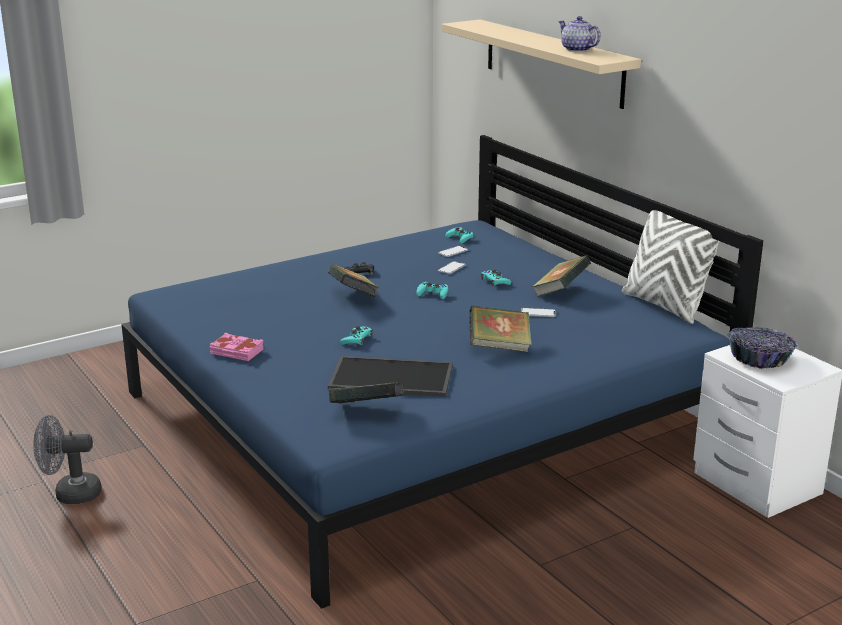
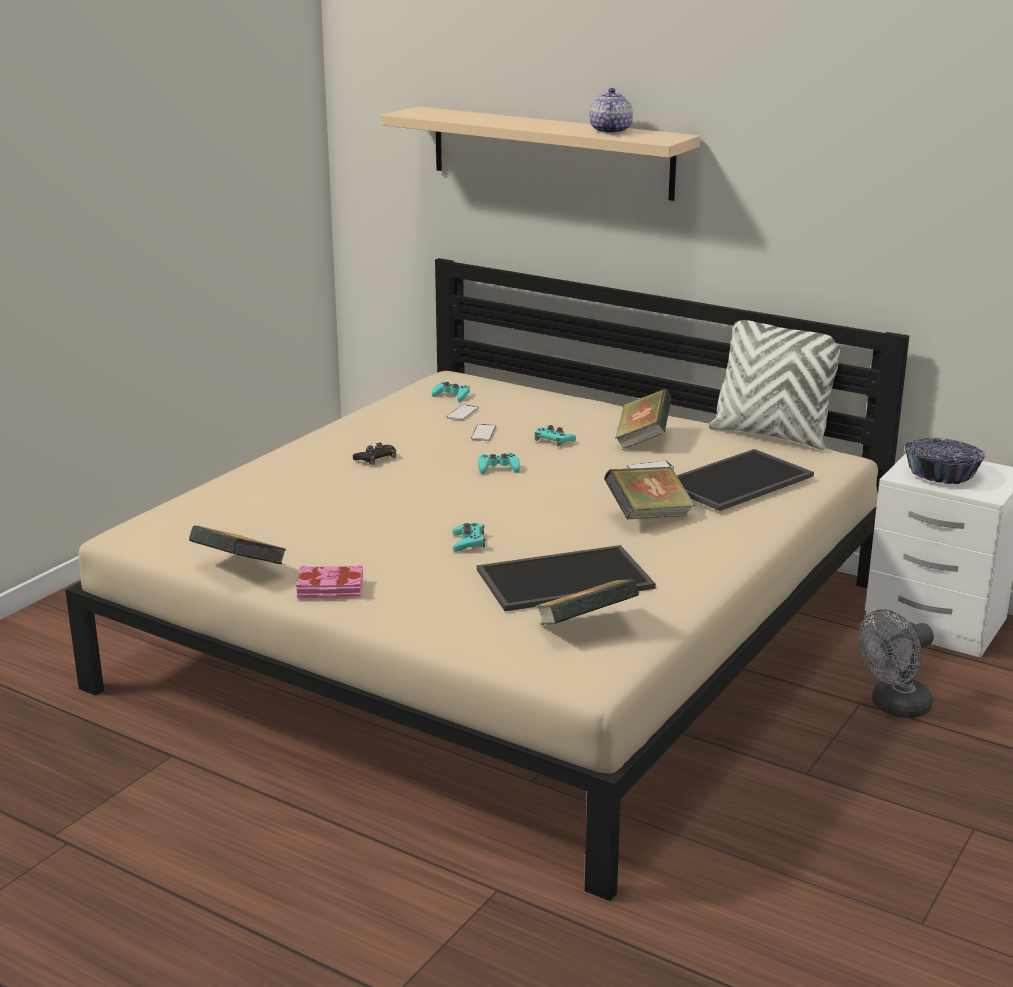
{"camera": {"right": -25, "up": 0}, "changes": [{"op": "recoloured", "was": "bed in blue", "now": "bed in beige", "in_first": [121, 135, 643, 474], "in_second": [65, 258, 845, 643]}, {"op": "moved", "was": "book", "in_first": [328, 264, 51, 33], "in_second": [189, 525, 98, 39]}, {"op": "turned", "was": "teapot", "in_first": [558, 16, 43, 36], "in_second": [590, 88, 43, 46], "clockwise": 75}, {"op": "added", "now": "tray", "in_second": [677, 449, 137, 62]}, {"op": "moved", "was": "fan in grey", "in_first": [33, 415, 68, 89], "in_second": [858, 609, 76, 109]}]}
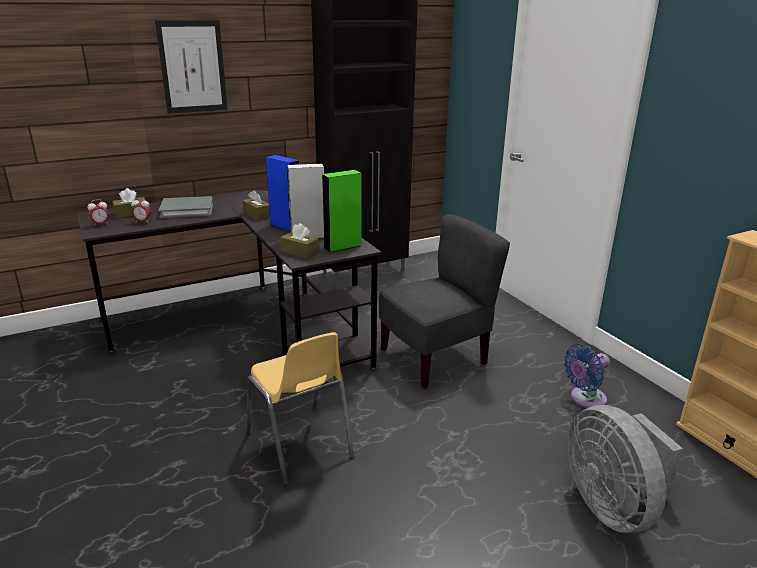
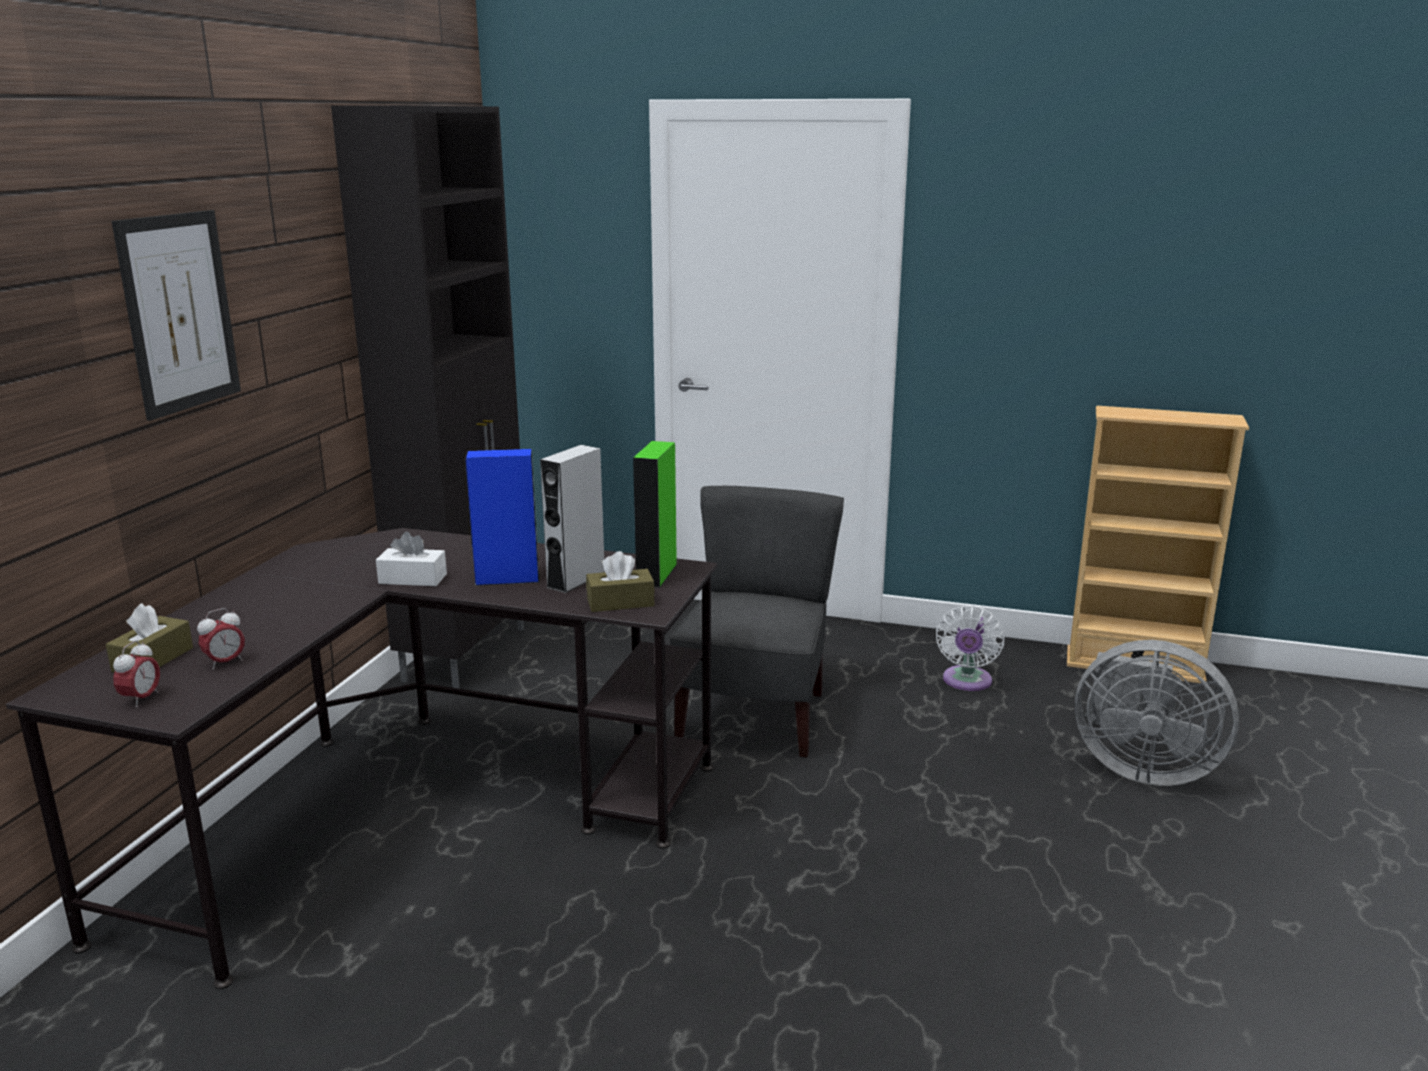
{"camera": {"right": -45, "up": -5}, "changes": [{"op": "recoloured", "was": "tissue box in brown", "now": "tissue box in white", "in_first": [243, 190, 27, 30], "in_second": [376, 532, 71, 54]}, {"op": "recoloured", "was": "fan in blue", "now": "fan in white", "in_first": [564, 344, 46, 64], "in_second": [936, 605, 68, 86]}, {"op": "removed", "was": "book in grey", "in_first": [158, 196, 55, 22]}, {"op": "removed", "was": "chair in yellow", "in_first": [247, 332, 107, 154]}]}
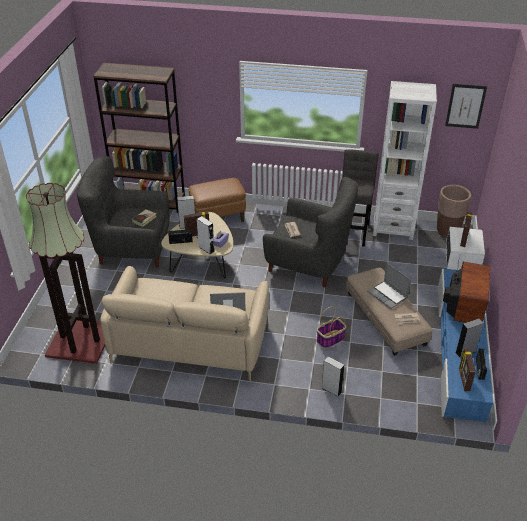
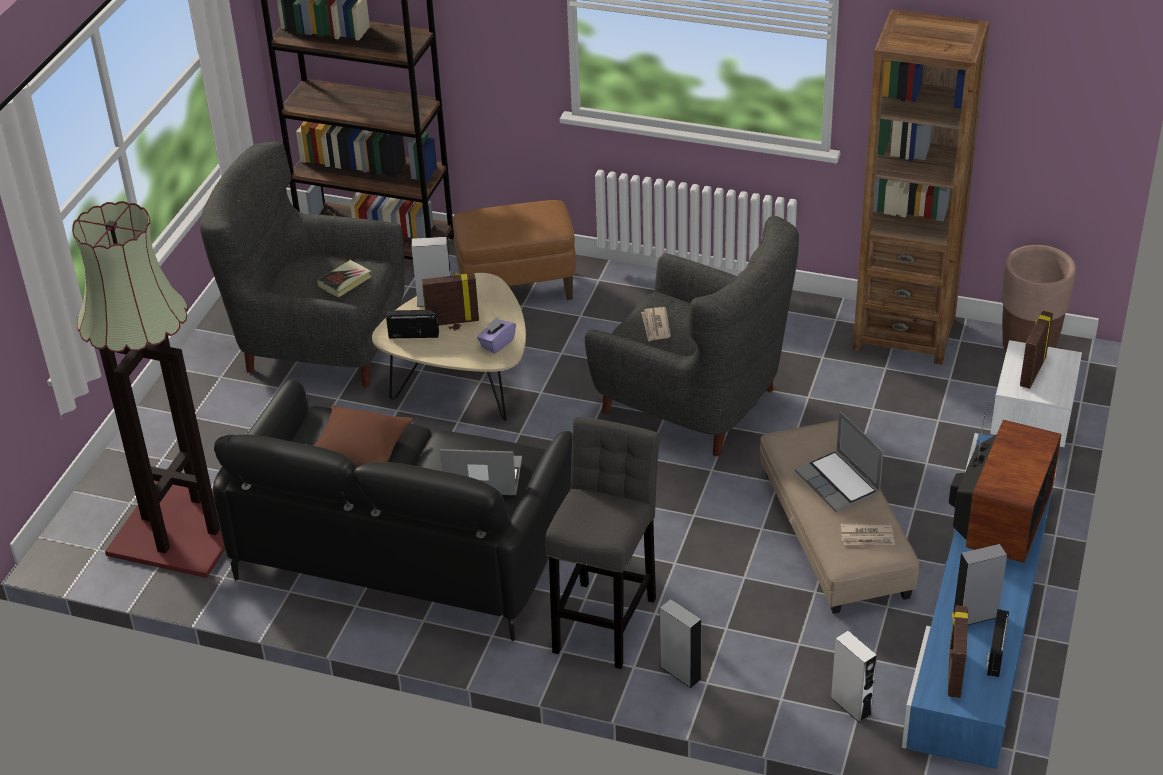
{"camera": {"right": 10, "up": 0}, "changes": [{"op": "recoloured", "was": "sofa in beige", "now": "sofa in black", "in_first": [100, 266, 169, 116], "in_second": [213, 379, 359, 262]}, {"op": "added", "now": "pillow in brown", "in_second": [314, 405, 100, 62]}, {"op": "moved", "was": "stool in grey", "in_first": [342, 149, 37, 98], "in_second": [546, 417, 114, 252]}, {"op": "moved", "was": "speaker in white", "in_first": [197, 216, 18, 38], "in_second": [830, 631, 47, 92]}, {"op": "recoloured", "was": "bookcase in white", "now": "bookcase in brown", "in_first": [373, 81, 64, 159], "in_second": [853, 9, 136, 356]}, {"op": "removed", "was": "basket", "in_first": [317, 307, 29, 41]}, {"op": "removed", "was": "picture", "in_first": [445, 84, 42, 45]}]}
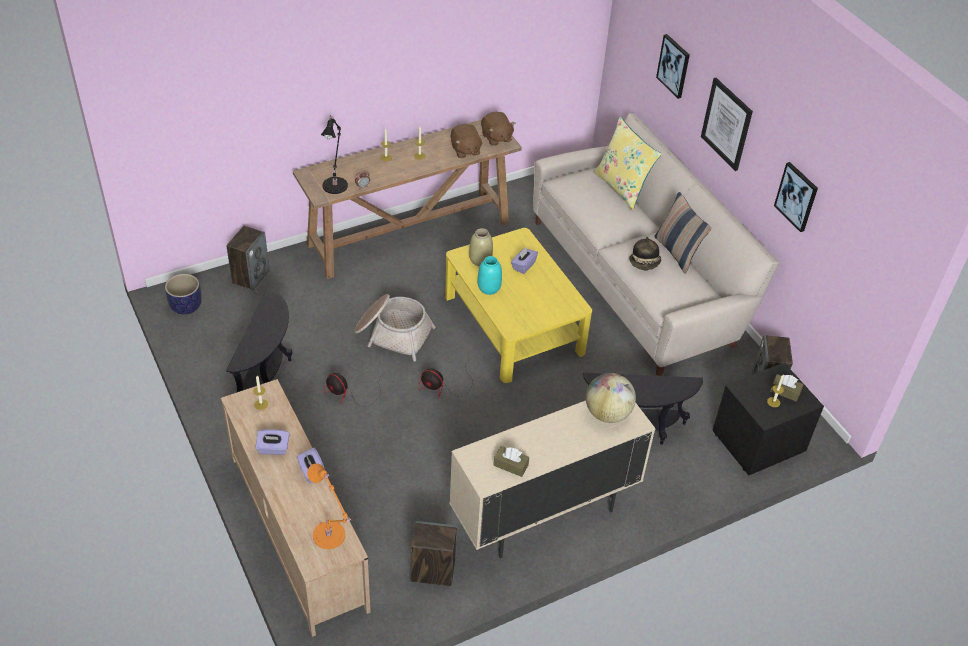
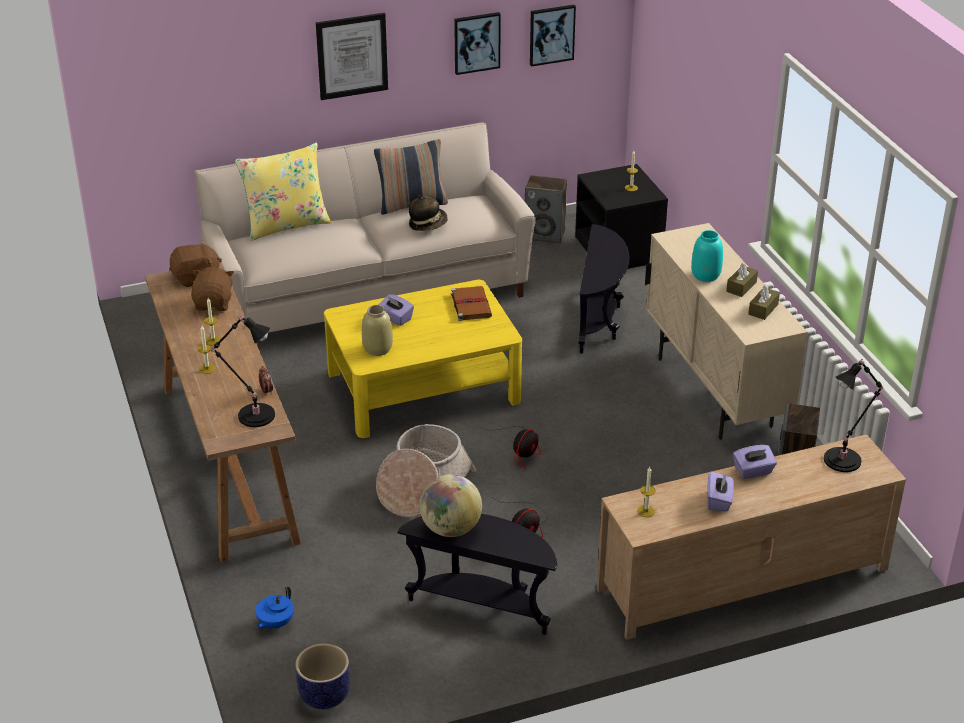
{"camera": {"right": -80, "up": -10}, "changes": [{"op": "turned", "was": "plush toy in brown", "in_first": [451, 124, 33, 34], "in_second": [191, 267, 43, 44], "clockwise": -75}, {"op": "replaced", "was": "speaker", "now": "teapot in blue", "in_first": [226, 226, 44, 65], "in_second": [255, 586, 39, 44]}, {"op": "moved", "was": "globe", "in_first": [586, 373, 50, 50], "in_second": [420, 474, 62, 63]}, {"op": "added", "now": "book in brown", "in_second": [451, 286, 41, 35]}, {"op": "moved", "was": "picture", "in_first": [656, 34, 34, 65], "in_second": [530, 5, 46, 62]}, {"op": "moved", "was": "vase in turquoise", "in_first": [478, 256, 24, 39], "in_second": [691, 230, 32, 52]}, {"op": "moved", "was": "tissue box in brown", "in_first": [770, 374, 33, 28], "in_second": [726, 263, 32, 34]}, {"op": "recoloured", "was": "table lamp in orange", "now": "table lamp in black", "in_first": [307, 463, 45, 86], "in_second": [824, 359, 59, 113]}]}
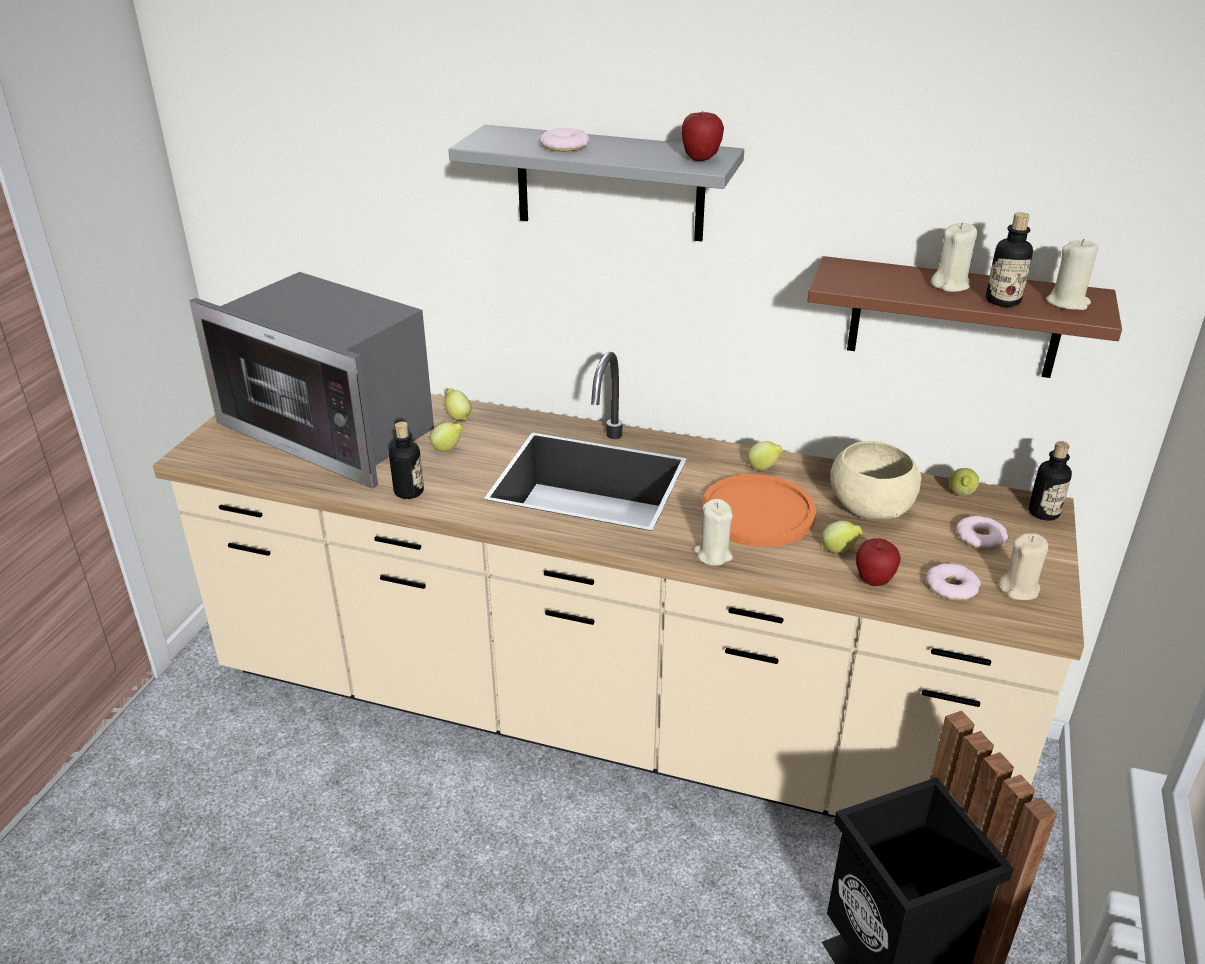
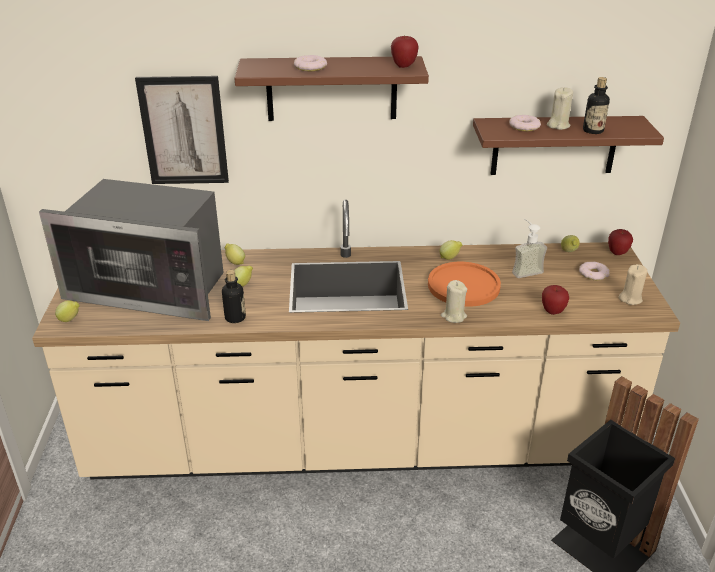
{"camera": {"right": -20, "up": 0}, "changes": [{"op": "moved", "was": "lemon", "in_first": [822, 521, 41, 32], "in_second": [55, 300, 25, 22]}, {"op": "added", "now": "picture", "in_second": [135, 76, 94, 108]}, {"op": "recoloured", "was": "shelf in grey", "now": "shelf in brown", "in_first": [448, 125, 296, 116], "in_second": [234, 56, 195, 65]}, {"op": "moved", "was": "donut", "in_first": [926, 563, 55, 37], "in_second": [509, 115, 32, 16]}, {"op": "replaced", "was": "bowl in beige", "now": "soap dispenser", "in_first": [830, 441, 91, 79], "in_second": [512, 219, 35, 59]}, {"op": "replaced", "was": "bottle", "now": "apple", "in_first": [1028, 441, 44, 80], "in_second": [608, 229, 25, 26]}, {"op": "removed", "was": "candle in beige", "in_first": [1046, 239, 52, 71]}]}
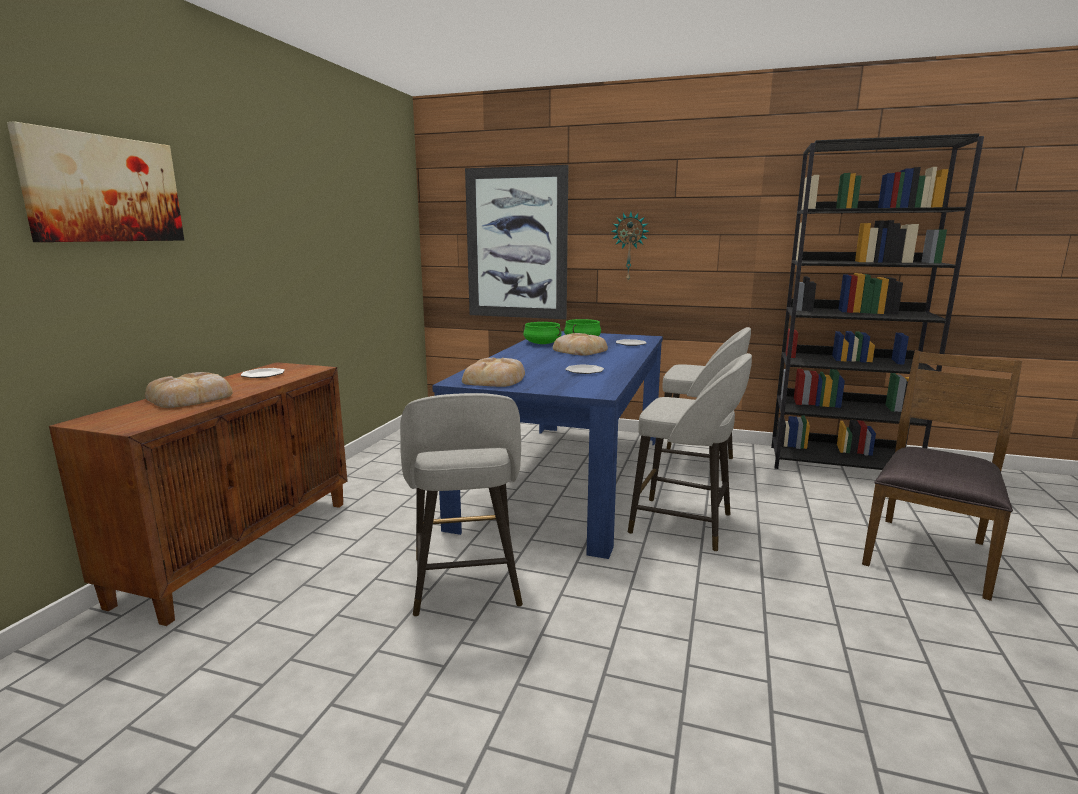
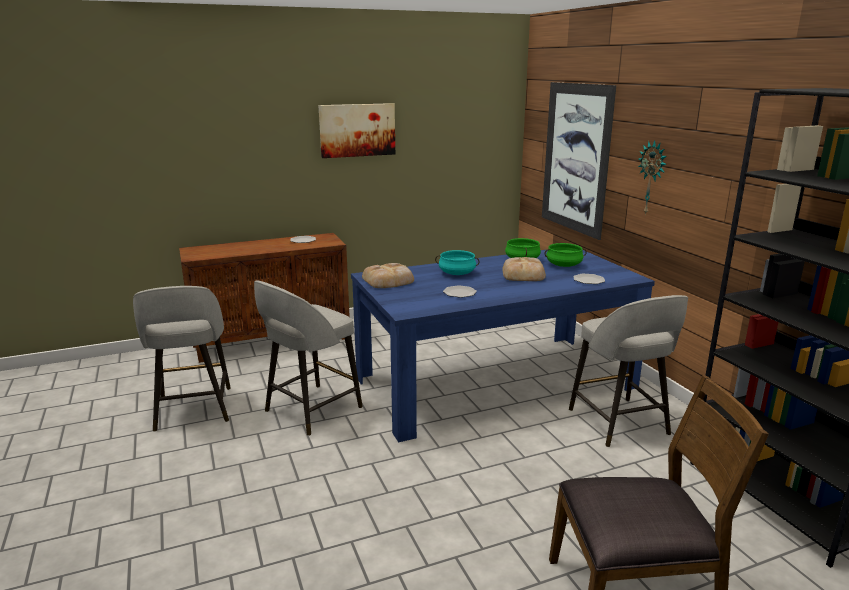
{"camera": {"right": 50, "up": 5}, "changes": [{"op": "moved", "was": "stool in grey", "in_first": [628, 353, 124, 199], "in_second": [133, 286, 98, 146]}, {"op": "moved", "was": "picture", "in_first": [7, 121, 177, 121], "in_second": [318, 103, 77, 55]}, {"op": "added", "now": "cooking pot in turquoise", "in_second": [435, 250, 45, 25]}, {"op": "removed", "was": "bread", "in_first": [145, 372, 88, 36]}]}
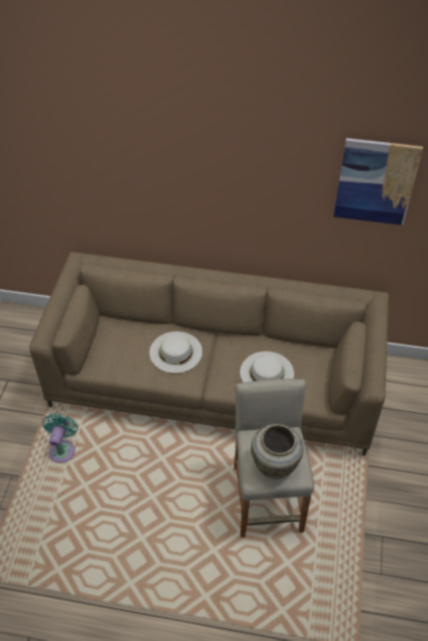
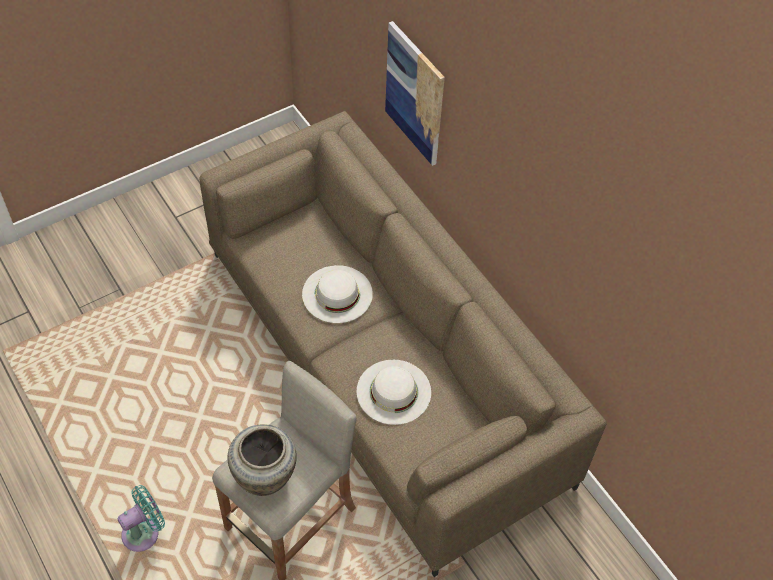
{"camera": {"right": 45, "up": 5}, "changes": [{"op": "moved", "was": "fan in turquoise", "in_first": [42, 413, 36, 50], "in_second": [117, 485, 48, 67]}, {"op": "moved", "was": "picture", "in_first": [334, 138, 89, 87], "in_second": [385, 21, 60, 145]}]}
